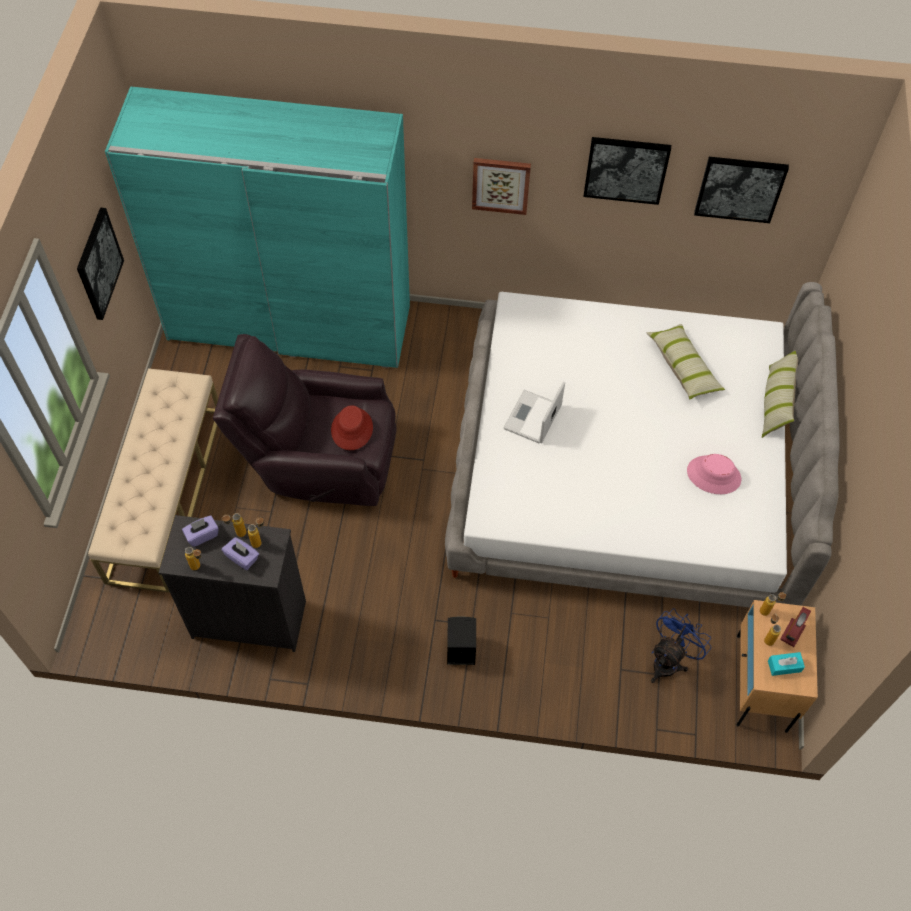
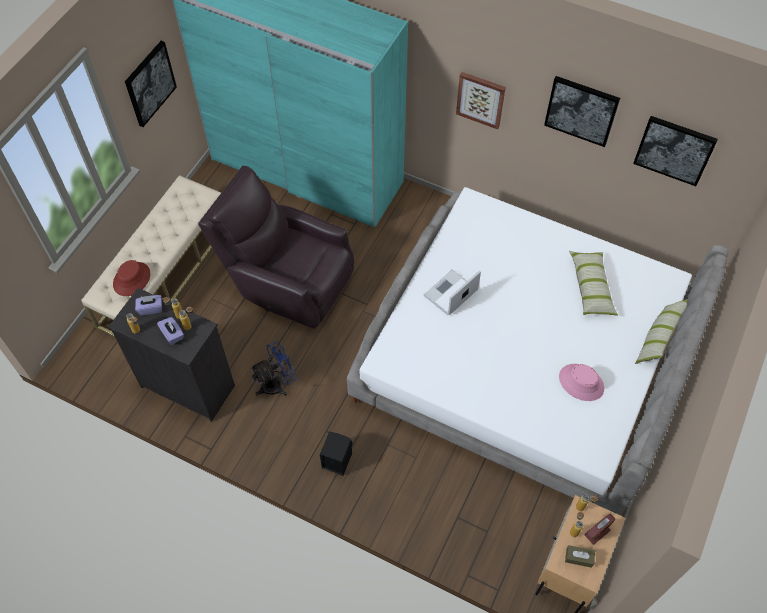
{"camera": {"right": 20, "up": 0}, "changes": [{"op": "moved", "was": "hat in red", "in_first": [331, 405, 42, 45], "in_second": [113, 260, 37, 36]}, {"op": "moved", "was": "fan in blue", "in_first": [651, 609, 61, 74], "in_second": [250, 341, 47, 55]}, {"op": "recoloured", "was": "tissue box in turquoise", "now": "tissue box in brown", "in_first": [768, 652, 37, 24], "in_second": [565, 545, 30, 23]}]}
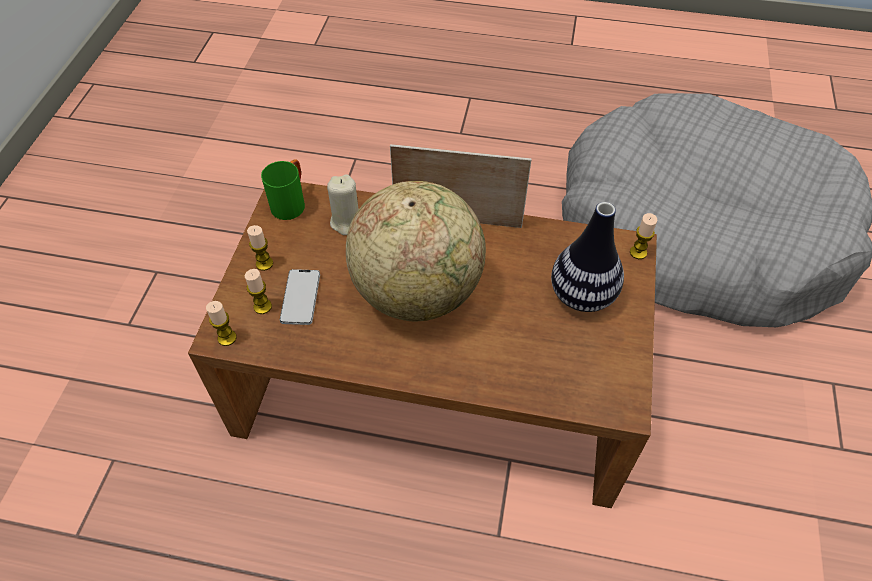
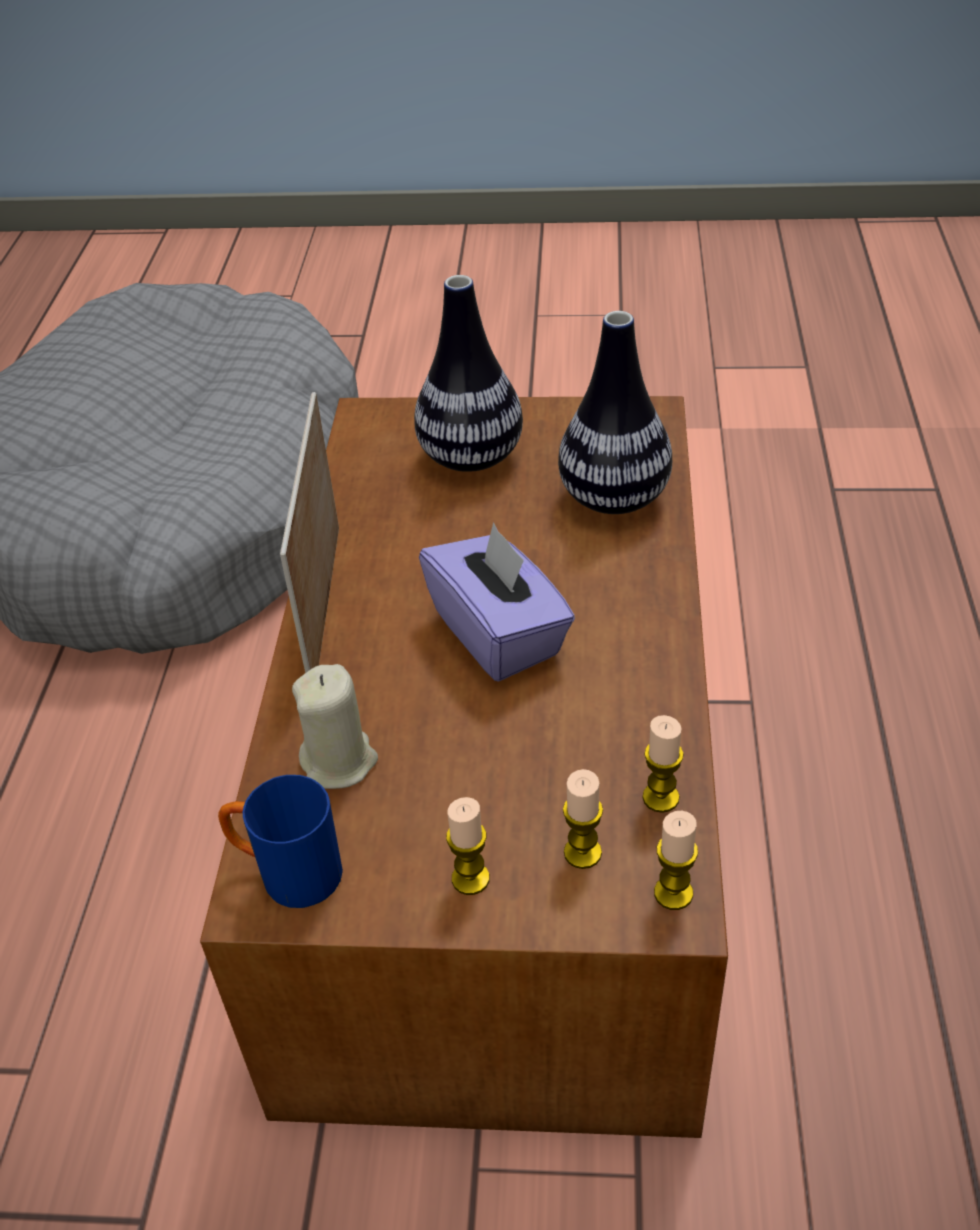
{"camera": {"right": -95, "up": -10}, "changes": [{"op": "recoloured", "was": "mug in green", "now": "mug in blue", "in_first": [261, 159, 44, 61], "in_second": [218, 775, 125, 133]}, {"op": "replaced", "was": "globe", "now": "tissue box in purple", "in_first": [346, 181, 140, 140], "in_second": [419, 522, 156, 160]}, {"op": "added", "now": "vase", "in_second": [558, 311, 114, 203]}, {"op": "moved", "was": "candle", "in_first": [630, 213, 27, 46], "in_second": [643, 715, 41, 98]}, {"op": "removed", "was": "phone", "in_first": [280, 269, 40, 56]}]}
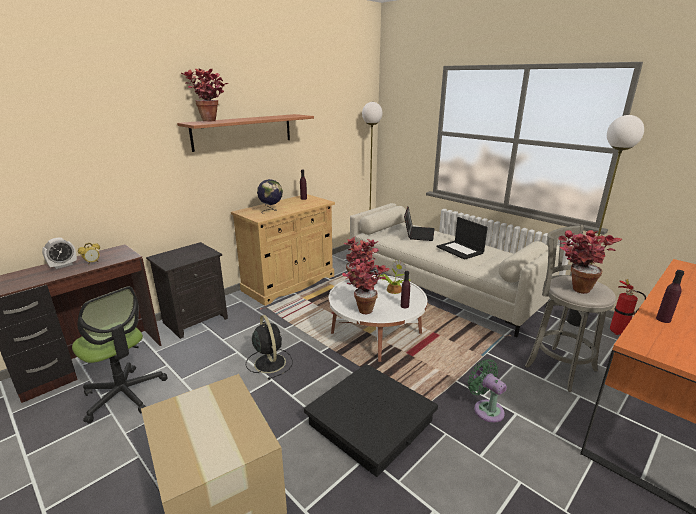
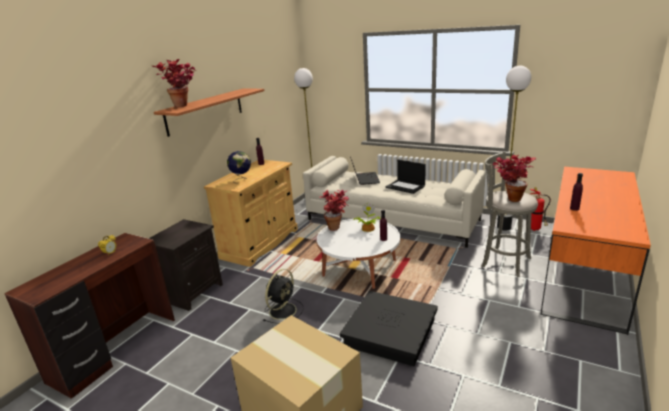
{"camera": {"right": -15, "up": 0}, "changes": [{"op": "turned", "was": "fan in black", "in_first": [246, 315, 46, 65], "in_second": [263, 269, 40, 55], "clockwise": 75}, {"op": "removed", "was": "alarm clock", "in_first": [42, 237, 35, 32]}, {"op": "removed", "was": "office chair", "in_first": [72, 286, 96, 137]}, {"op": "removed", "was": "potted plant", "in_first": [342, 259, 48, 55]}, {"op": "removed", "was": "fan in green", "in_first": [468, 359, 39, 64]}]}
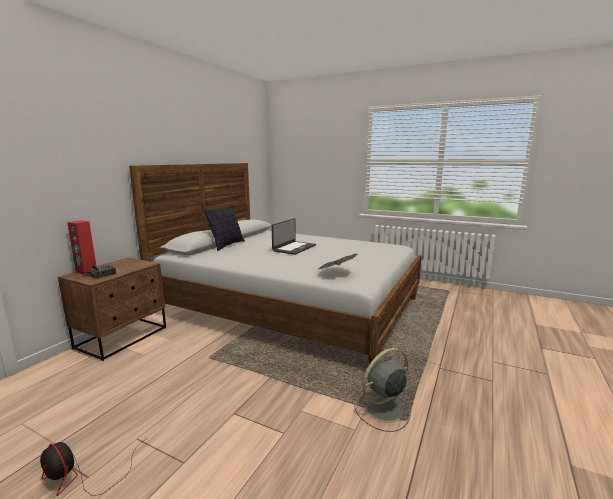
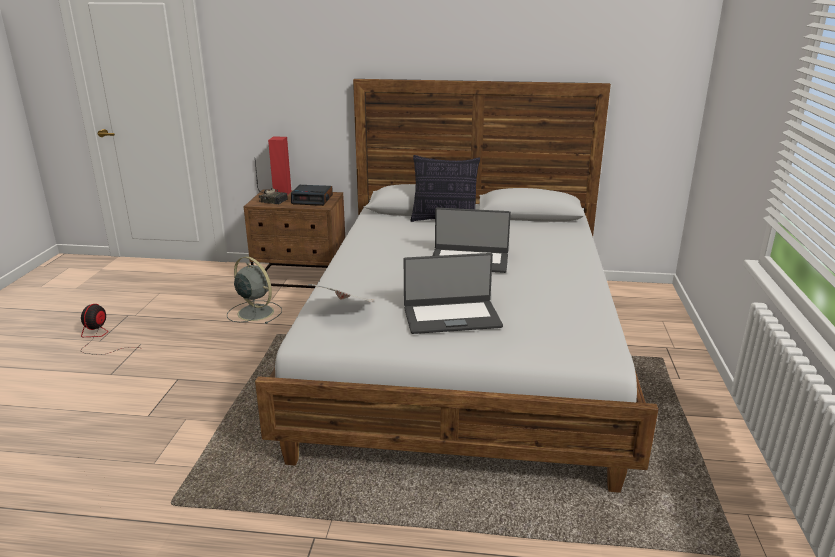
{"camera": {"right": 70, "up": 10}, "changes": [{"op": "moved", "was": "fan in grey", "in_first": [354, 348, 60, 84], "in_second": [227, 256, 55, 68]}, {"op": "added", "now": "alarm clock", "in_second": [291, 185, 42, 21]}, {"op": "added", "now": "laptop", "in_second": [404, 253, 99, 81]}]}
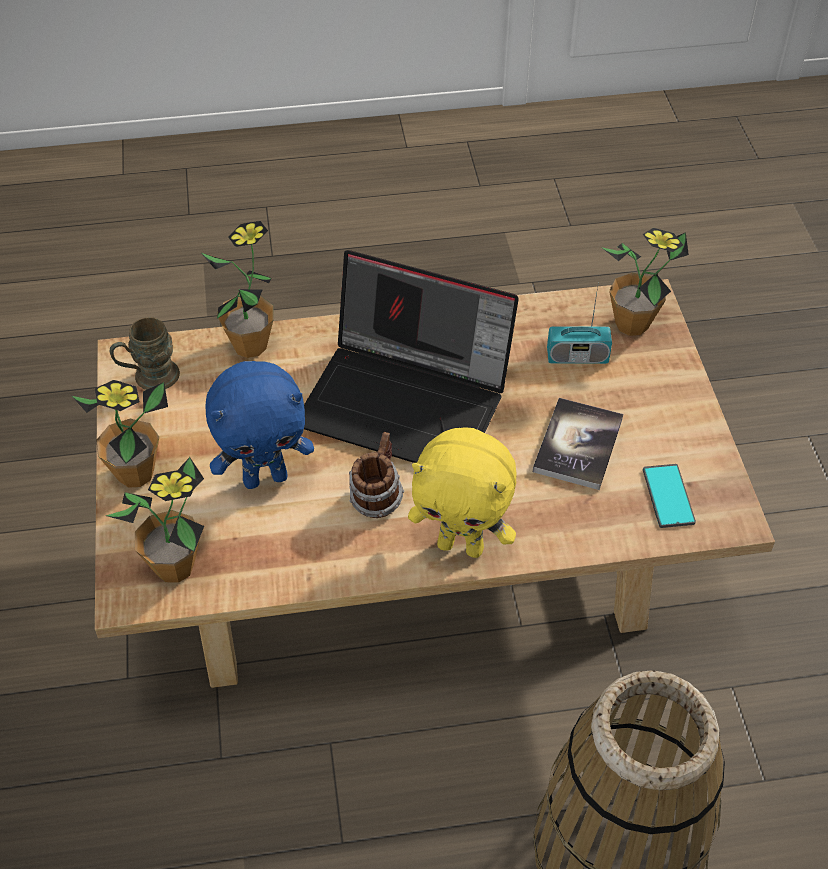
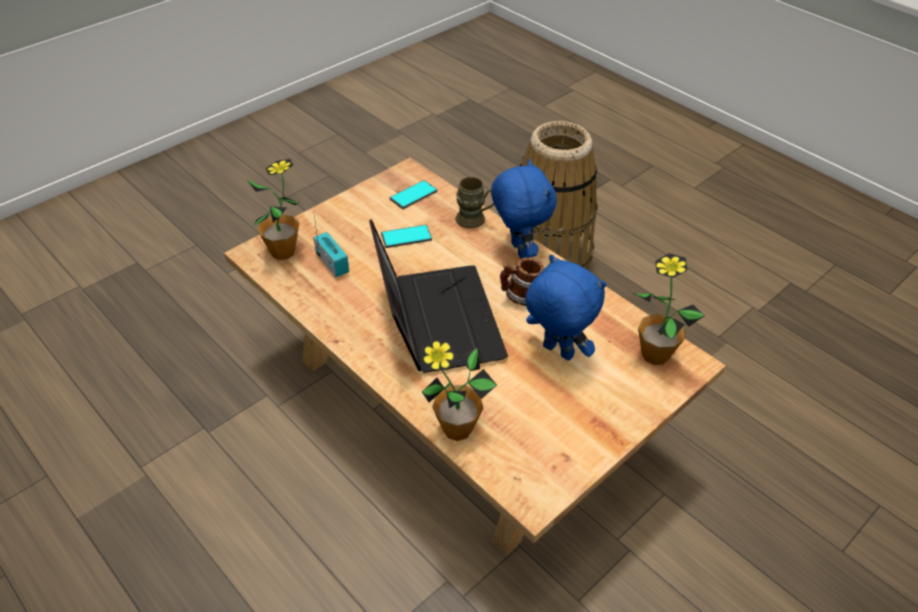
{"camera": {"right": -125, "up": -5}, "changes": [{"op": "replaced", "was": "book", "now": "phone", "in_first": [533, 398, 90, 92], "in_second": [381, 225, 51, 23]}, {"op": "moved", "was": "mug in brown", "in_first": [109, 317, 71, 73], "in_second": [455, 177, 39, 51]}, {"op": "recoloured", "was": "plush toy in yellow", "now": "plush toy in blue", "in_first": [408, 428, 109, 130], "in_second": [491, 158, 66, 101]}, {"op": "removed", "was": "potted plant", "in_first": [72, 380, 96, 108]}]}
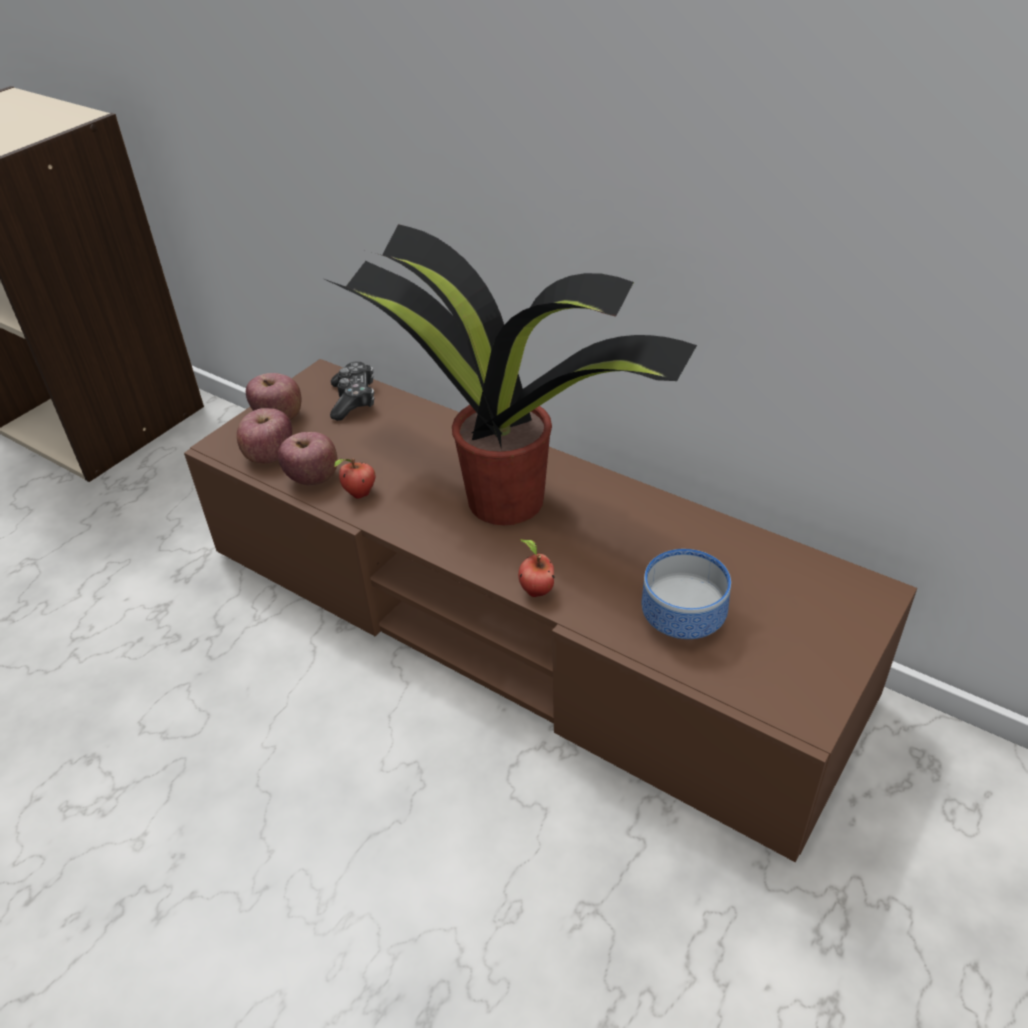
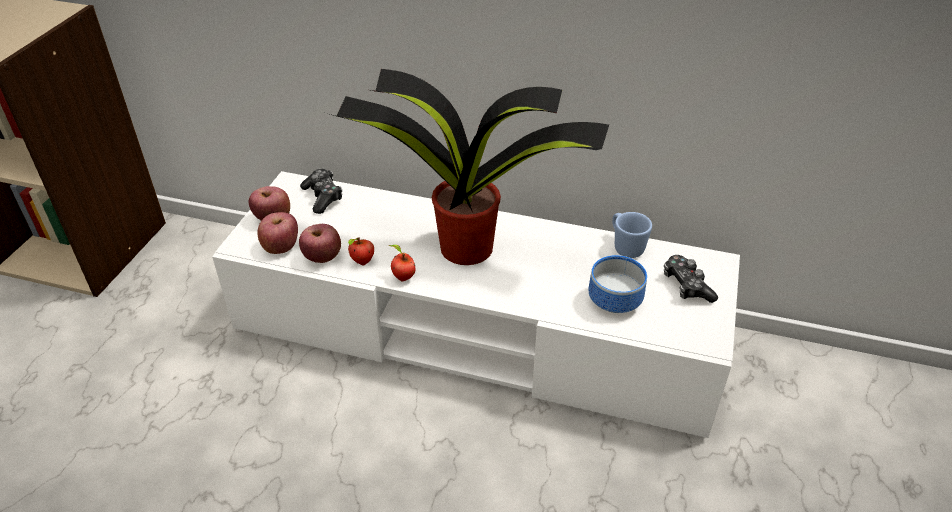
{"camera": {"right": -20, "up": 0}, "changes": [{"op": "recoloured", "was": "tv stand in brown", "now": "tv stand in white", "in_first": [184, 359, 733, 503], "in_second": [212, 171, 528, 267]}, {"op": "moved", "was": "apple", "in_first": [518, 539, 36, 58], "in_second": [389, 245, 26, 36]}, {"op": "added", "now": "mug in blue", "in_second": [612, 212, 40, 46]}, {"op": "added", "now": "game controller", "in_second": [664, 255, 54, 48]}]}
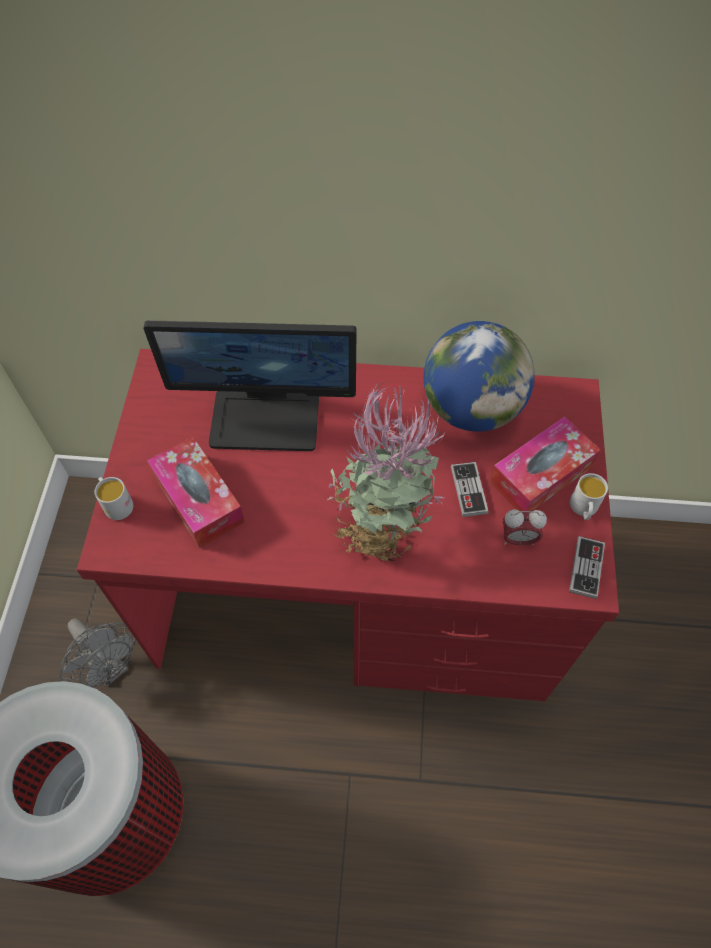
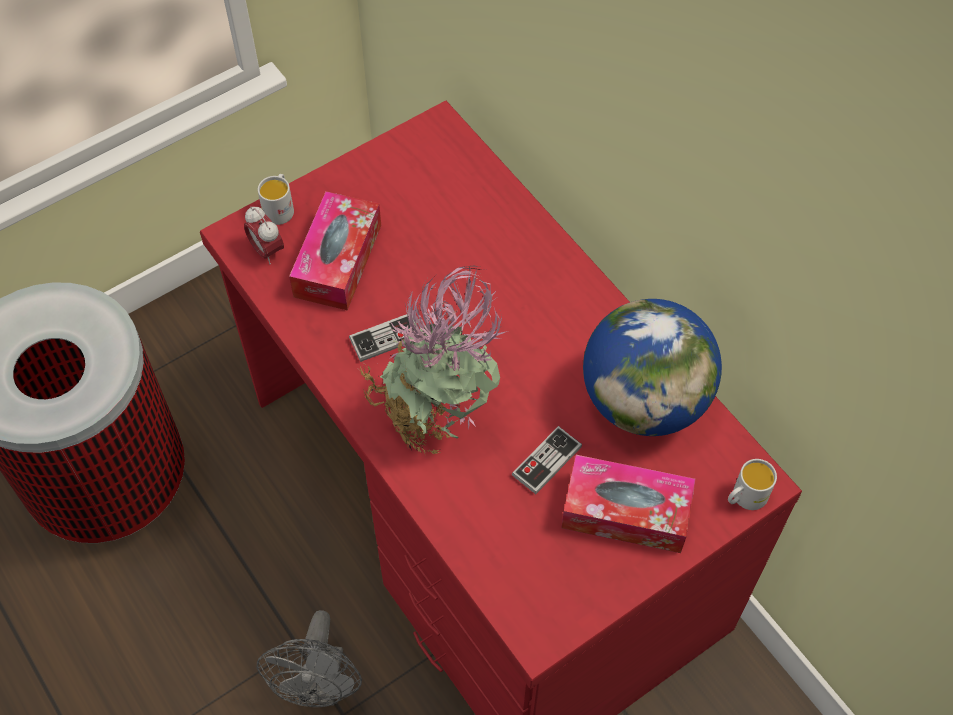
{"camera": {"right": 50, "up": 0}, "changes": [{"op": "moved", "was": "alarm clock", "in_first": [502, 510, 45, 35], "in_second": [244, 206, 40, 58]}, {"op": "moved", "was": "fan in grey", "in_first": [60, 618, 75, 69], "in_second": [257, 610, 105, 97]}, {"op": "moved", "was": "game controller", "in_first": [569, 536, 36, 63], "in_second": [349, 314, 67, 48]}, {"op": "moved", "was": "mug in white", "in_first": [570, 473, 38, 47], "in_second": [728, 459, 49, 51]}, {"op": "removed", "was": "monitor", "in_first": [144, 320, 213, 131]}]}
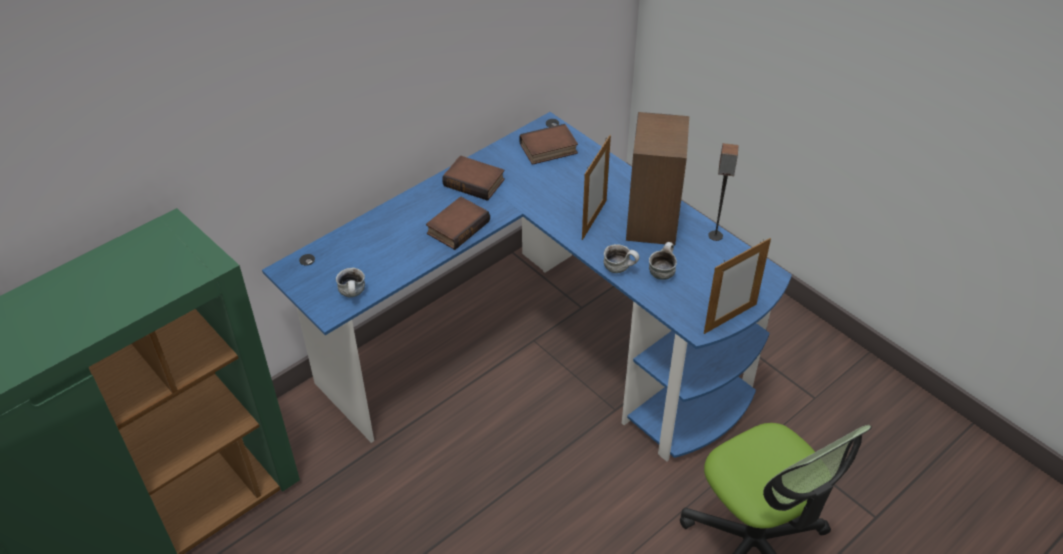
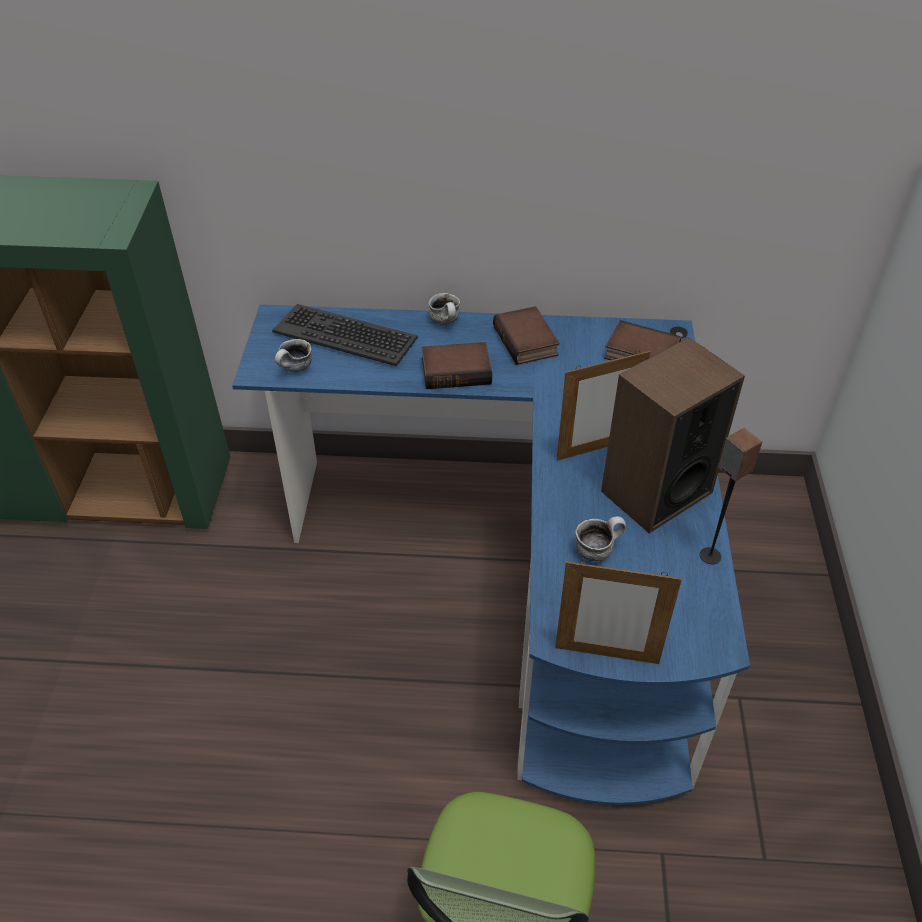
{"camera": {"right": 45, "up": 0}, "changes": [{"op": "added", "now": "keyboard", "in_second": [272, 304, 146, 62]}, {"op": "moved", "was": "mug", "in_first": [604, 244, 35, 29], "in_second": [429, 293, 31, 32]}]}
